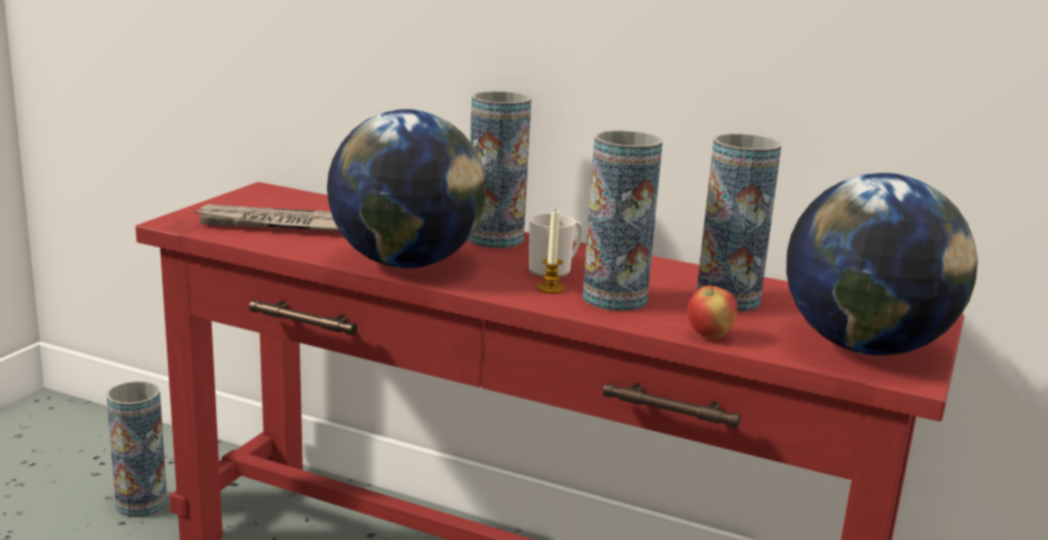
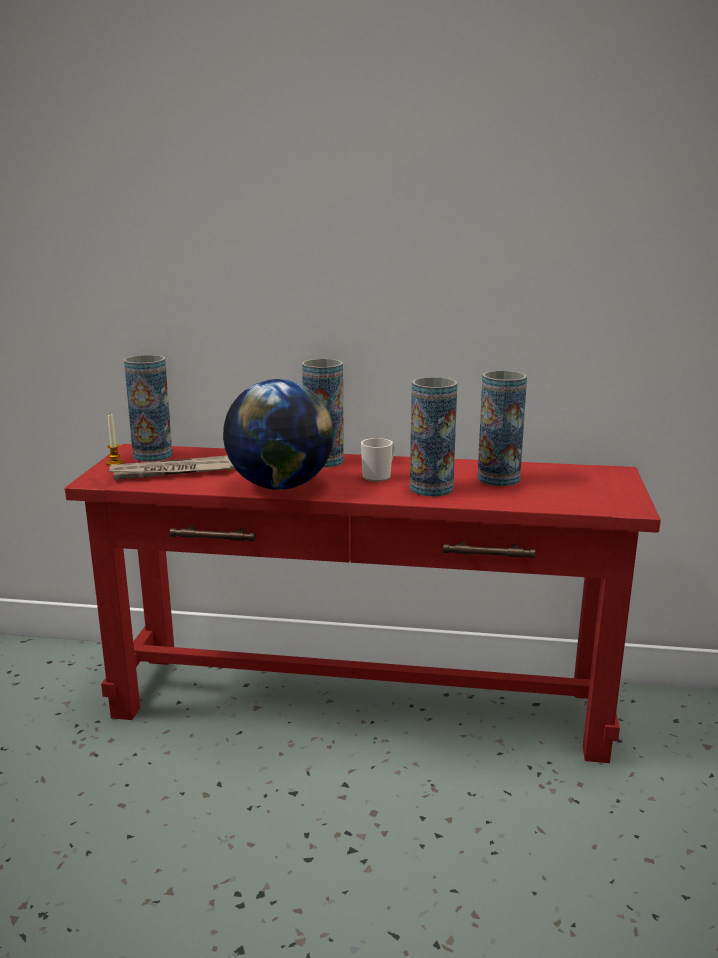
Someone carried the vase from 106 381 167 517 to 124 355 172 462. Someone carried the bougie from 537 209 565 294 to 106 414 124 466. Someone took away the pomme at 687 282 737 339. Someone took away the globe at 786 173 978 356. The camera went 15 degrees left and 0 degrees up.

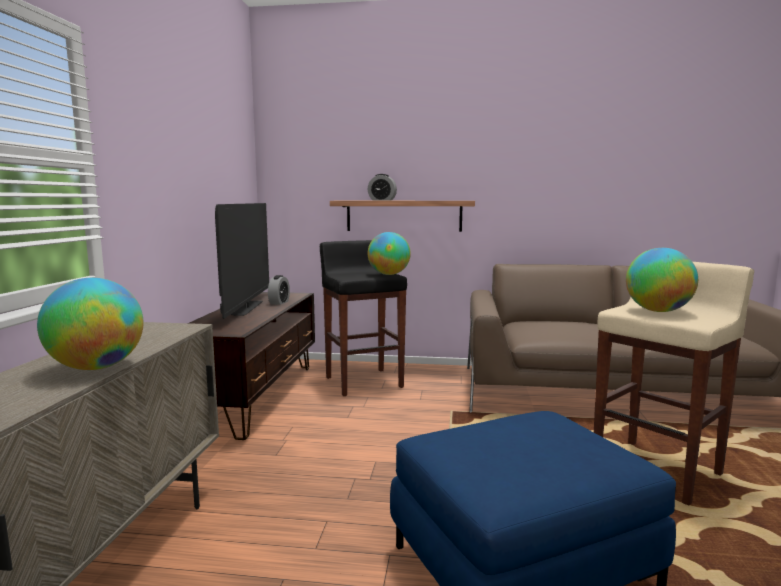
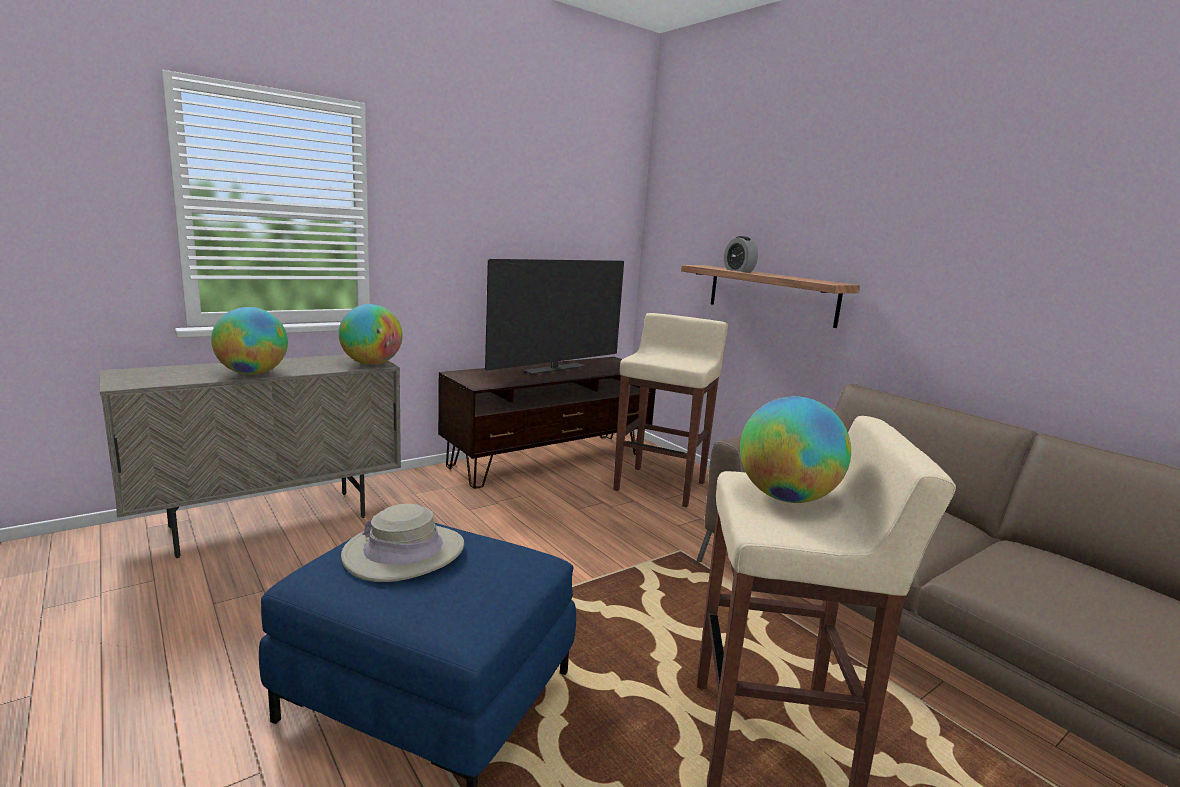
Someone took away the réveil at 268 275 290 305. Someone repainted the tabouret/noir at 320 240 407 396, which became the tabouret/beige at 613 313 728 507. Someone carried the globe from 368 232 411 275 to 339 304 403 365. Someone put down the chapeau/beige at 341 504 464 582. The camera went 45 degrees right and 5 degrees up.

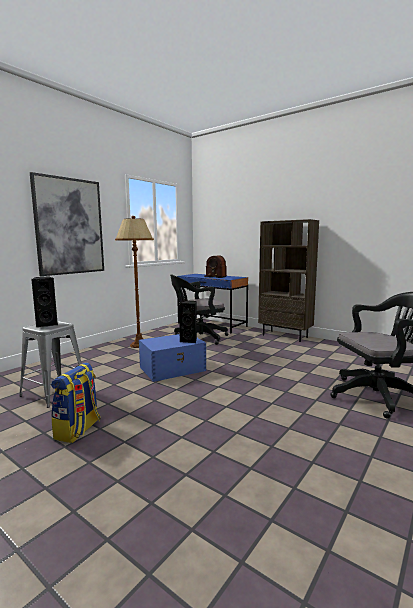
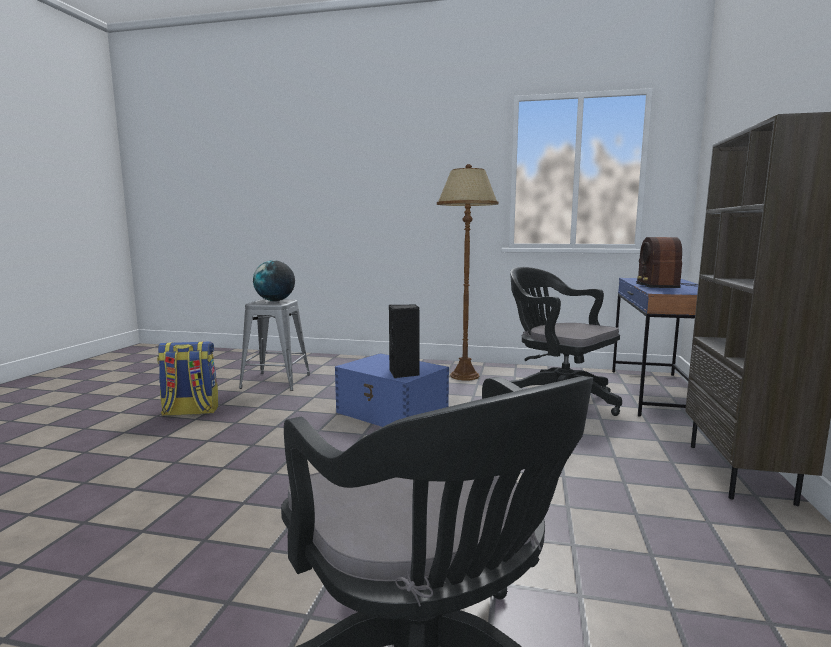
Someone took away the tableau at 30 172 104 276. Someone swapped the enceinte/noir at 31 276 58 327 for the globe at 253 260 295 301. The camera went 65 degrees right and 0 degrees up.

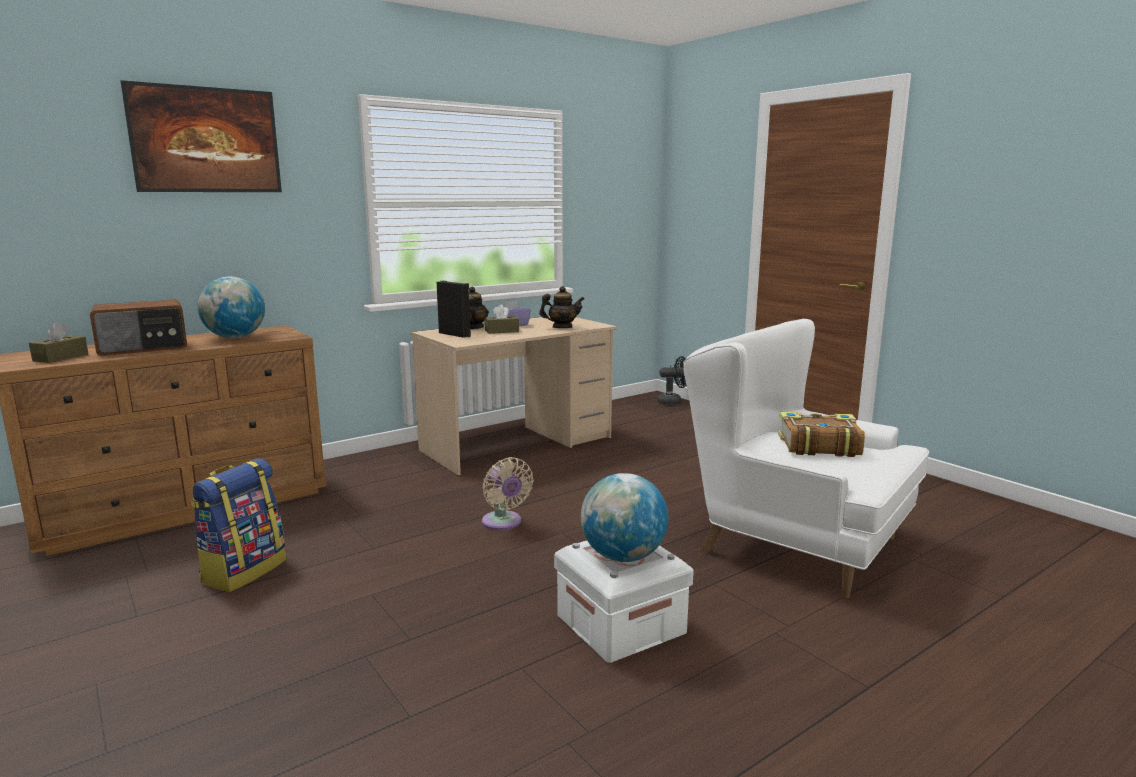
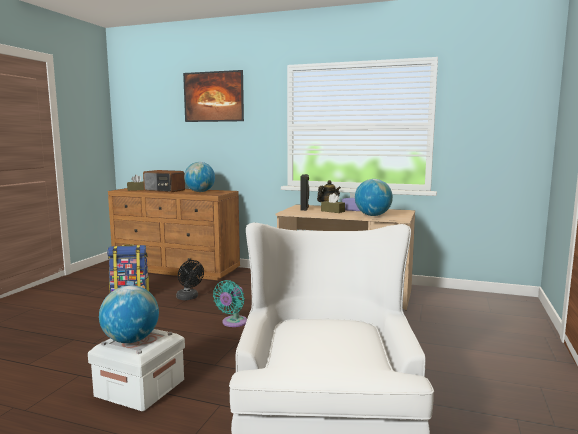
Someone repainted the ventilateur/beige at 482 457 534 530, which became the ventilateur/turquoise at 213 280 247 327. Someone swapped the théière at 539 286 584 328 for the globe at 355 179 393 216. Someone carried the ventilateur/noir from 657 356 686 405 to 176 260 204 300. Someone took away the livre at 778 412 865 457. The camera went 55 degrees right and 5 degrees down.

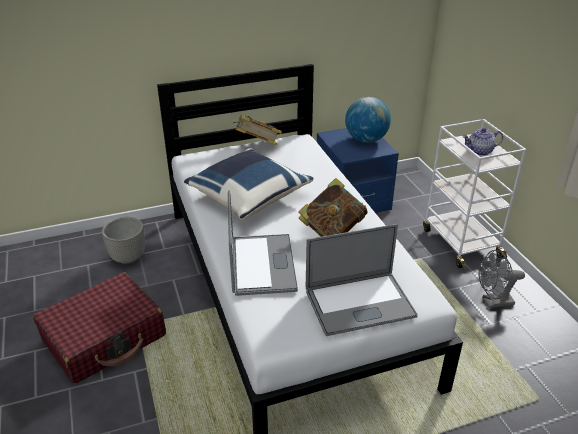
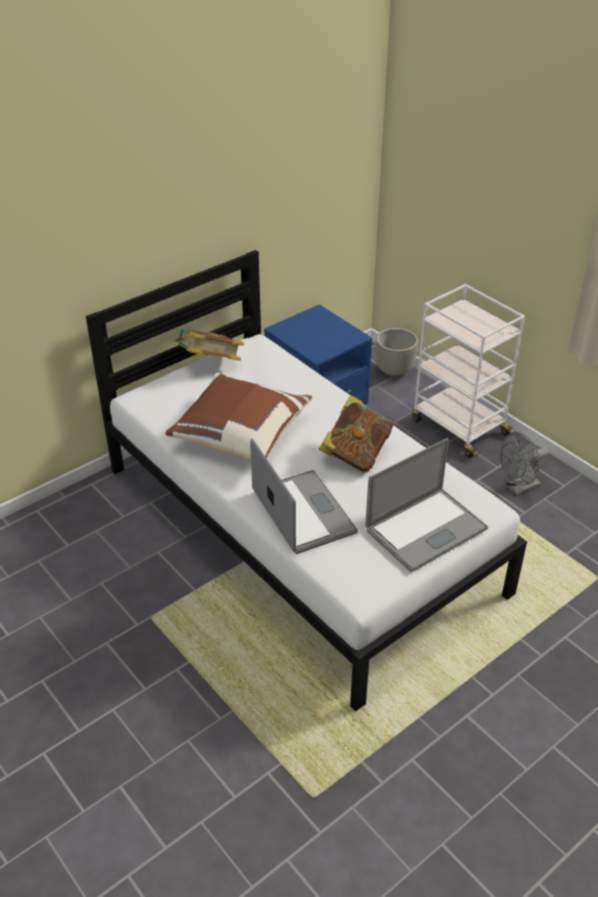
Someone took away the valise/rouge at 33 272 166 384. Someone carried the cache-pot/gris from 102 217 145 264 to 376 328 418 377. Someone repainted the coussin/bleu at 184 148 314 220, which became the coussin/marron at 165 373 312 460. Someone took away the globe at 345 97 391 143. Someone took away the théière at 463 128 503 156. The camera went 20 degrees left and 5 degrees up.

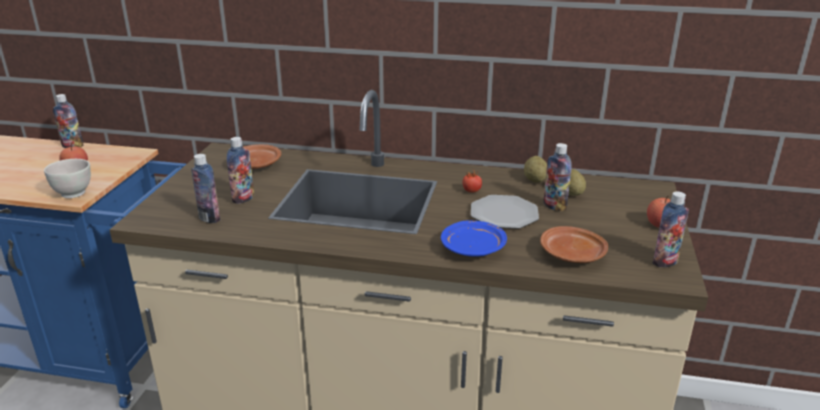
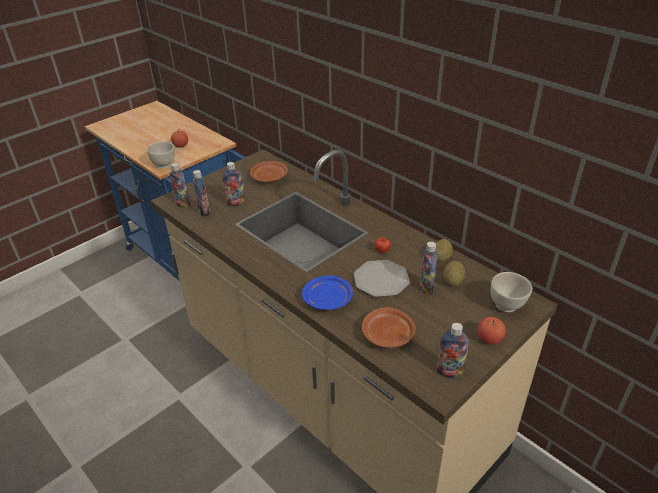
Someone carried the bouteille from 53 94 83 148 to 169 163 190 208. Someone put down the bol/blanc at 491 272 532 312. The camera went 35 degrees right and 10 degrees up.

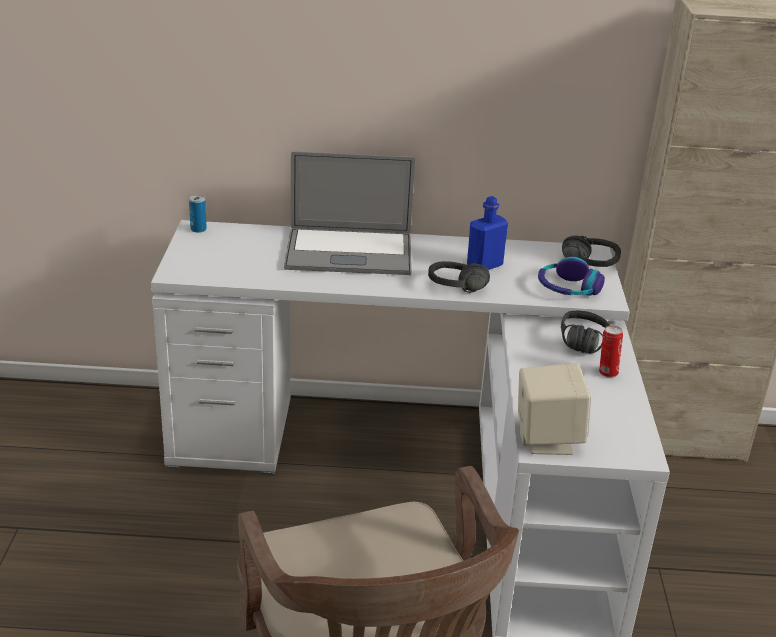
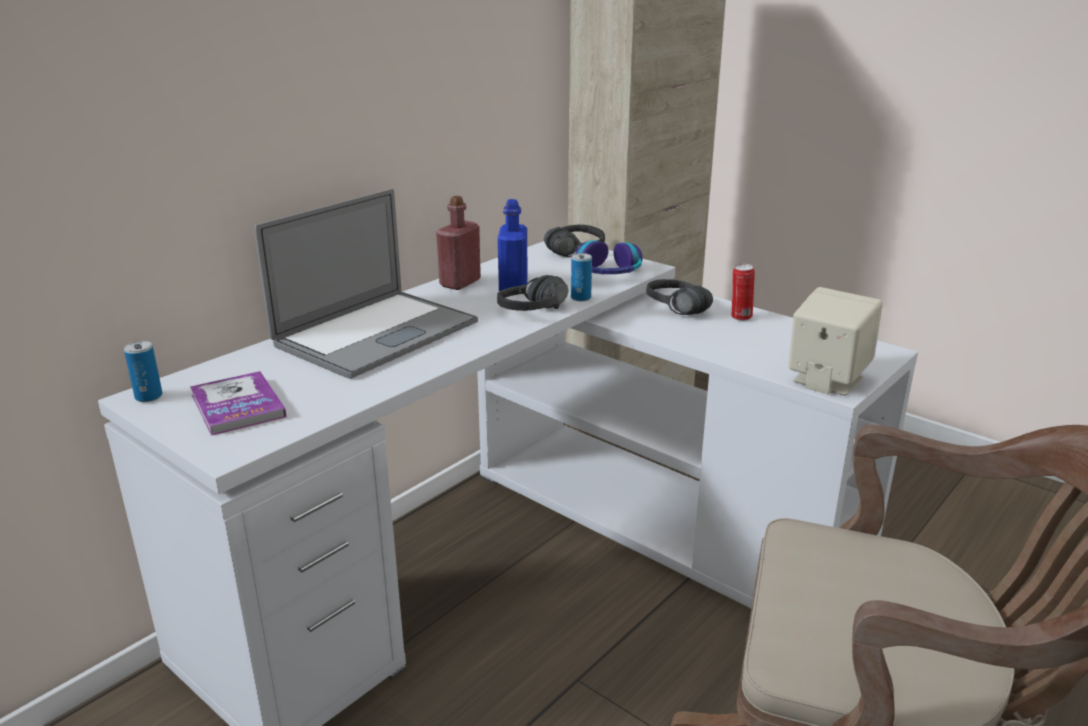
Someone put down the livre at 190 371 286 436. Someone put down the bouteille/rouge at 436 196 481 290. Someone put down the boîte métallique at 571 253 592 301. The camera went 50 degrees left and 5 degrees down.

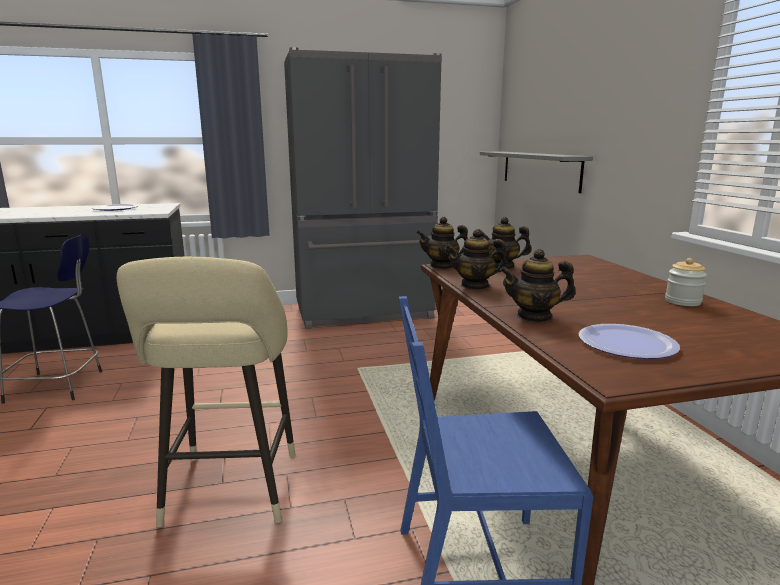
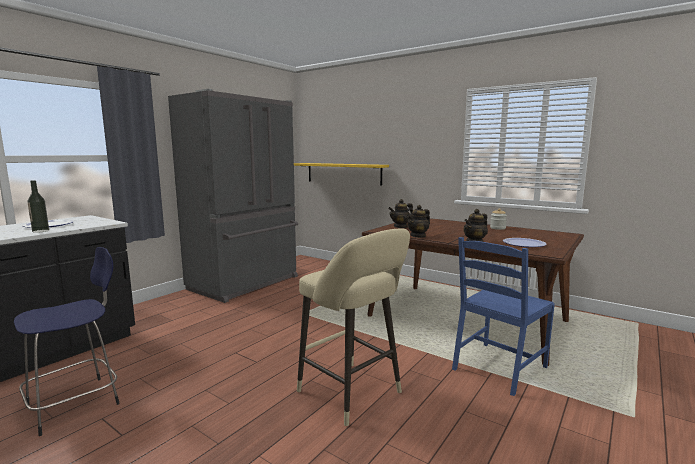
Someone took away the théière at 416 217 468 269. Someone repainted the étagère/gris at 480 152 593 193, which became the étagère/jaune at 294 163 389 186. Someone put down the bouteille at 27 180 49 233. The camera went 40 degrees left and 5 degrees down.

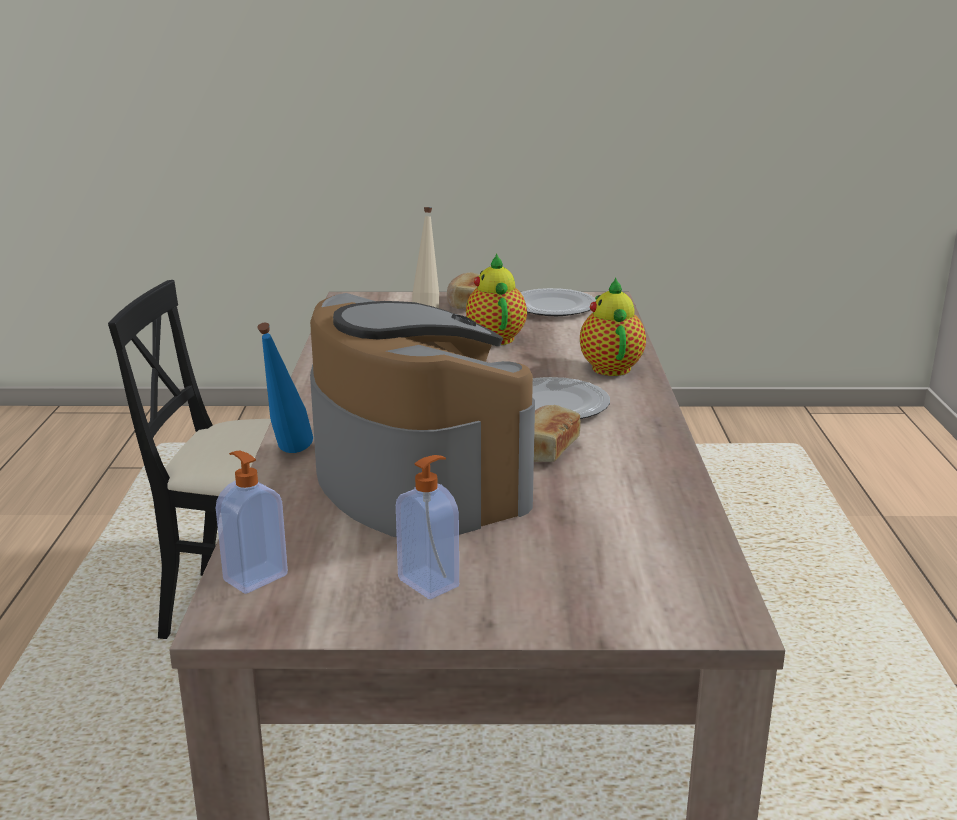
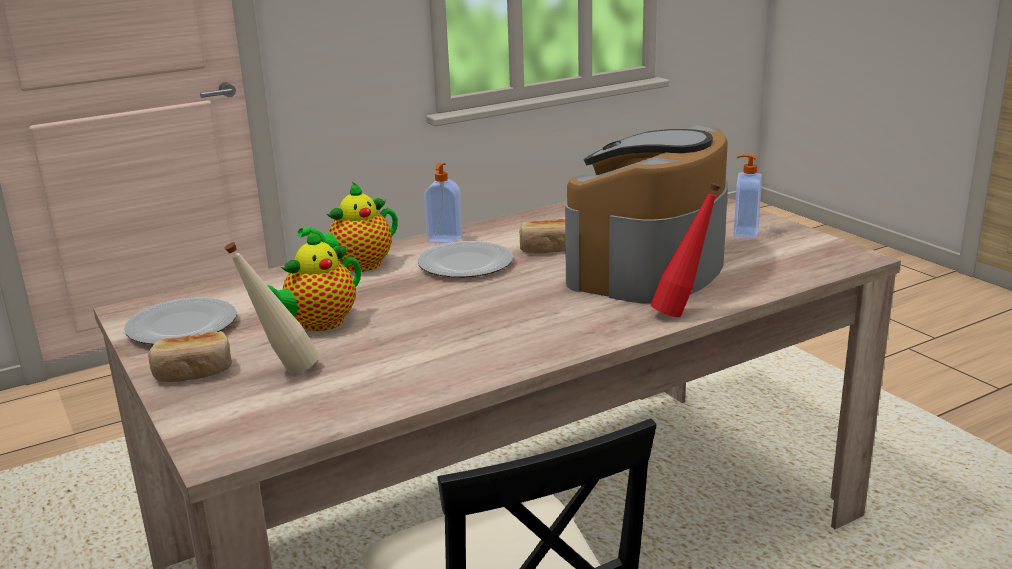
Someone carried the distributeur de savon from 216 451 288 594 to 424 163 463 243. Someone repainted the bouteille/bleu at 257 323 313 453, which became the bouteille/rouge at 651 183 721 317. The camera went 120 degrees left and 0 degrees up.

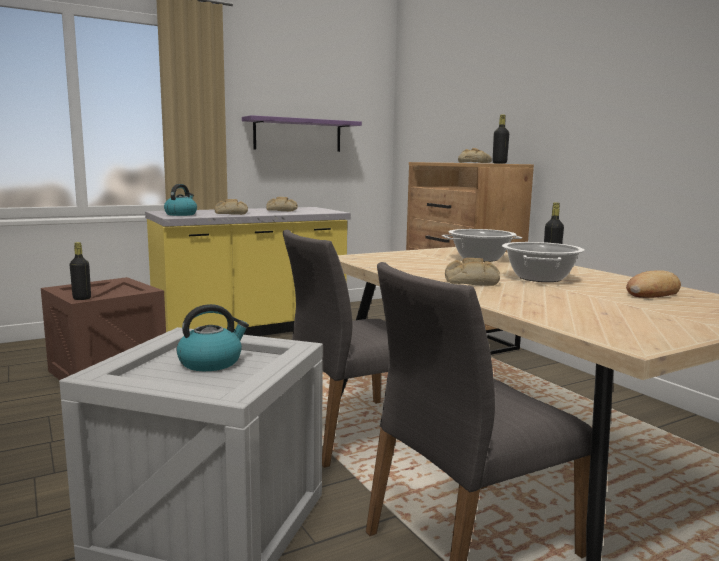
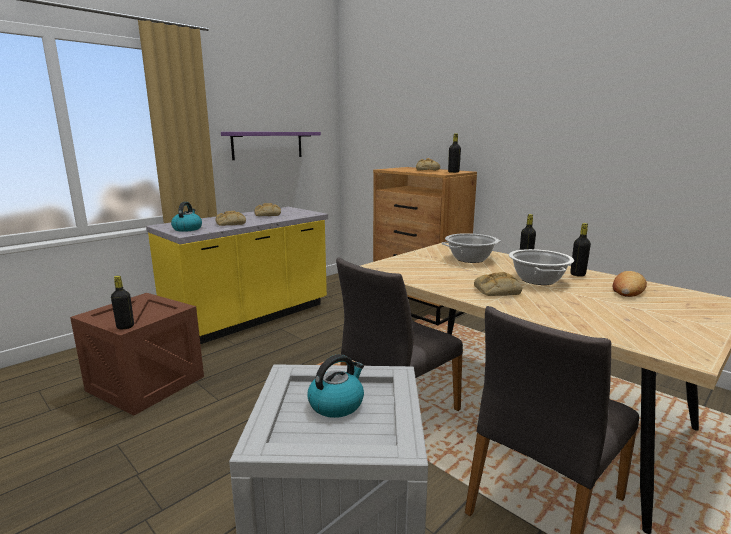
Someone put down the bouteille/noir at 570 223 591 277. The camera went 15 degrees left and 5 degrees up.

